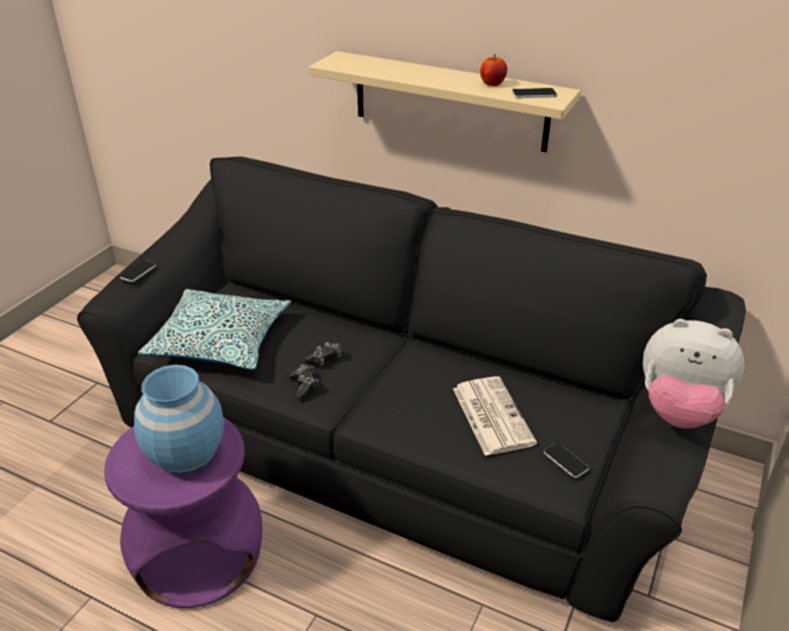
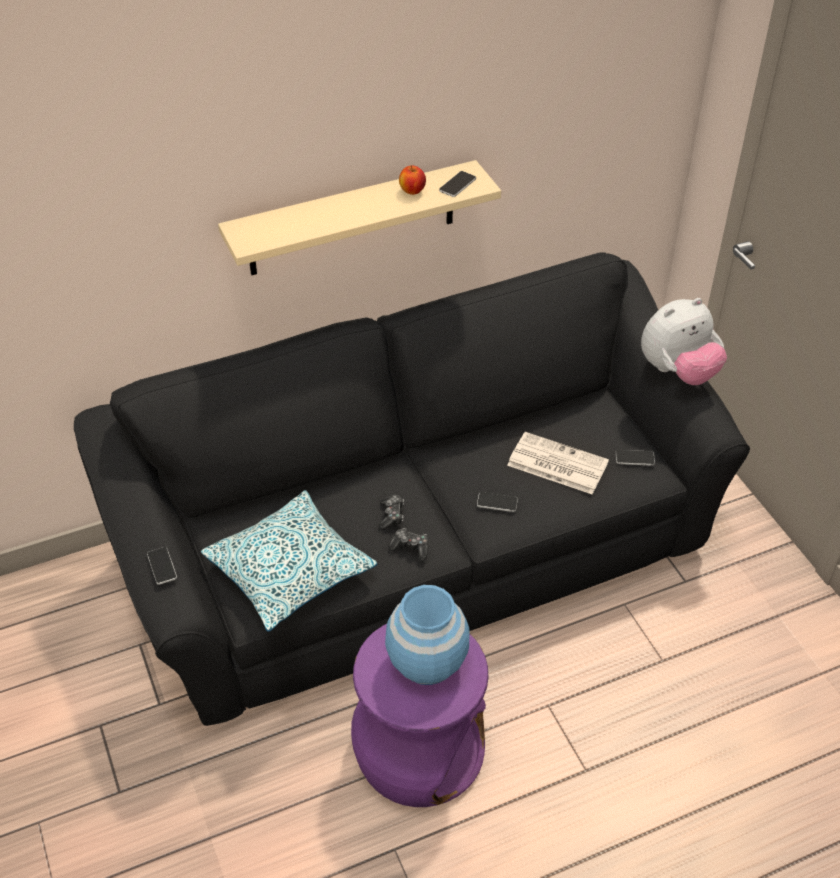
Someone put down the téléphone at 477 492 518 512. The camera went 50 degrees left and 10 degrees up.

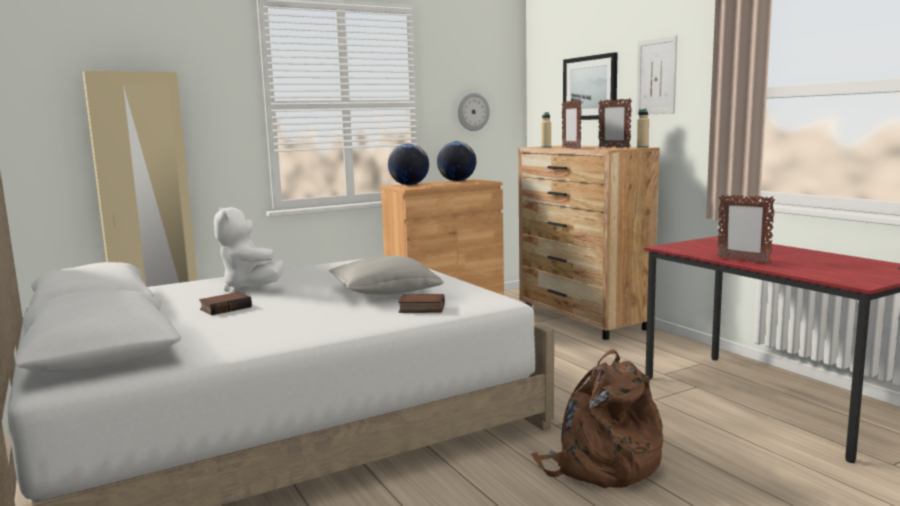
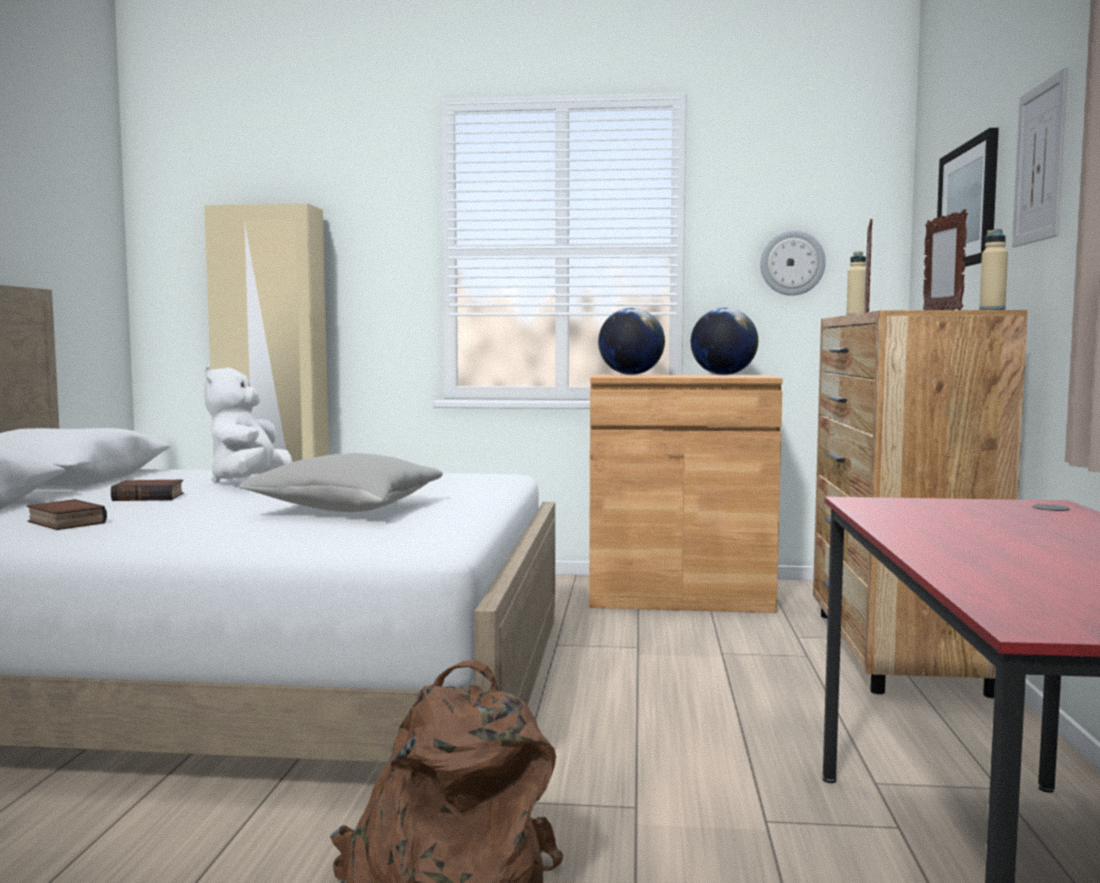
Someone carried the livre from 398 294 445 313 to 27 499 107 530. Someone took away the cadre photo at 718 195 775 264. The camera went 35 degrees right and 5 degrees down.

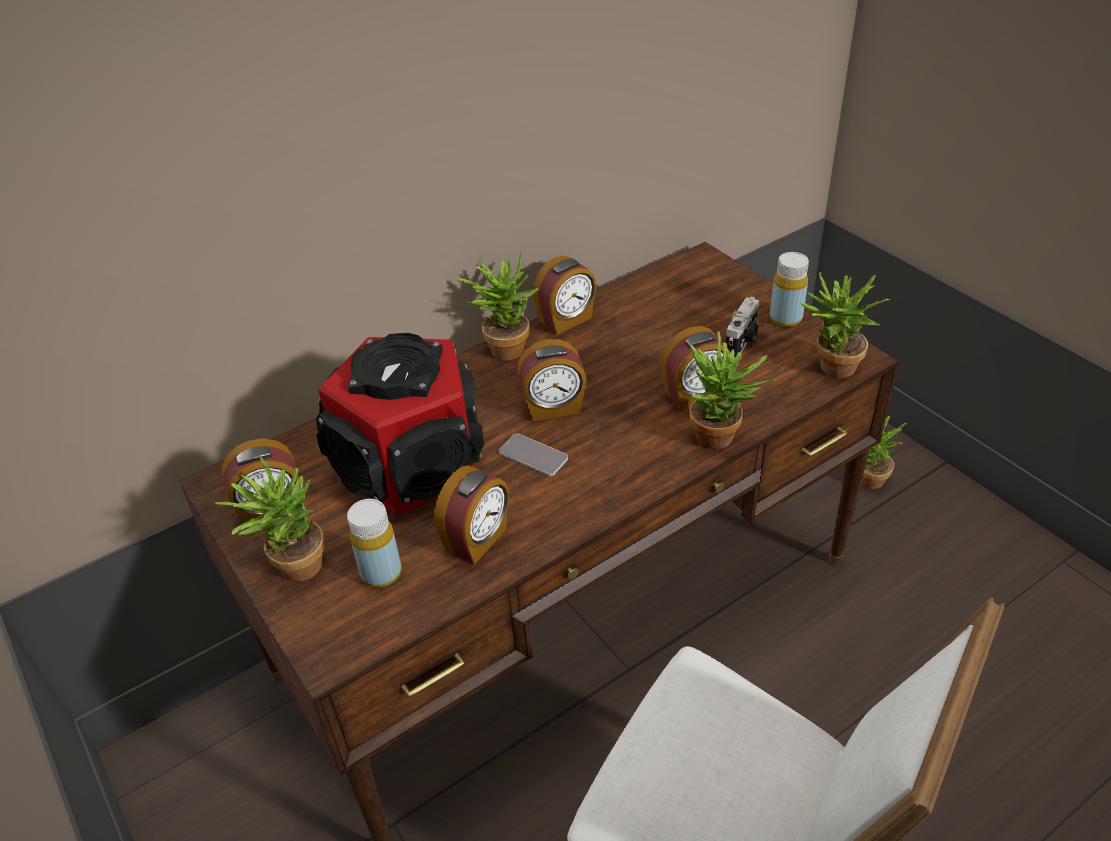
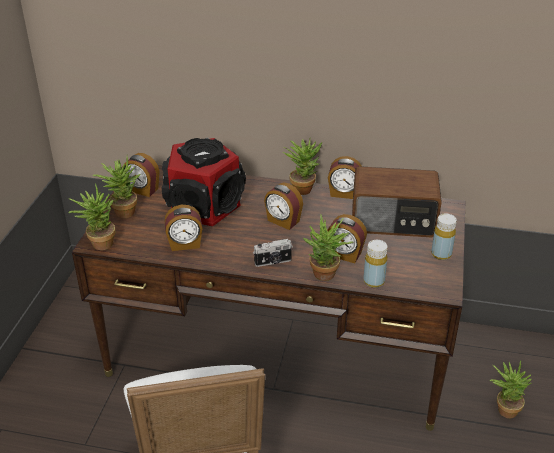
Someone carried the bouteille/jaune from 347 499 402 587 to 363 240 388 288. Someone took away the téléphone at 499 434 568 476. Someone carried the appareil photo from 726 297 759 358 to 253 239 293 267. Someone carried the plante en pot from 800 272 890 378 to 68 183 115 250. Someone put down the radio at 352 166 442 238. The camera went 45 degrees right and 5 degrees down.

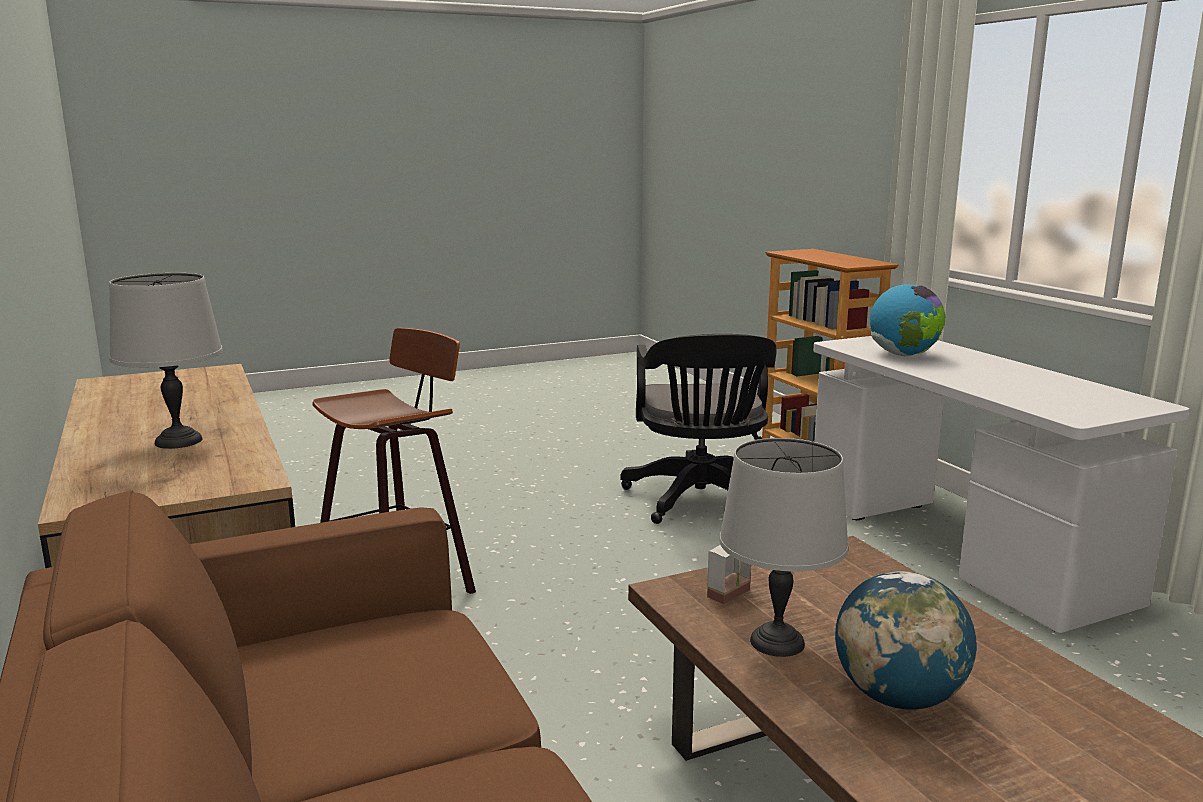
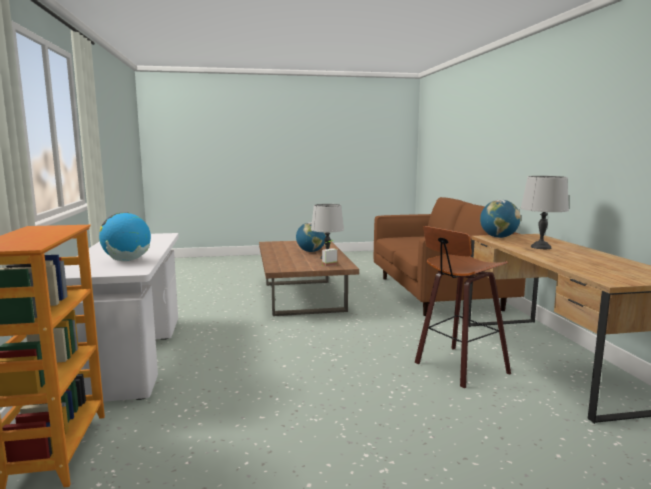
Someone took away the chaise de bureau/noir at 620 334 777 524. Someone put down the globe at 480 200 521 238. The camera went 165 degrees left and 5 degrees down.

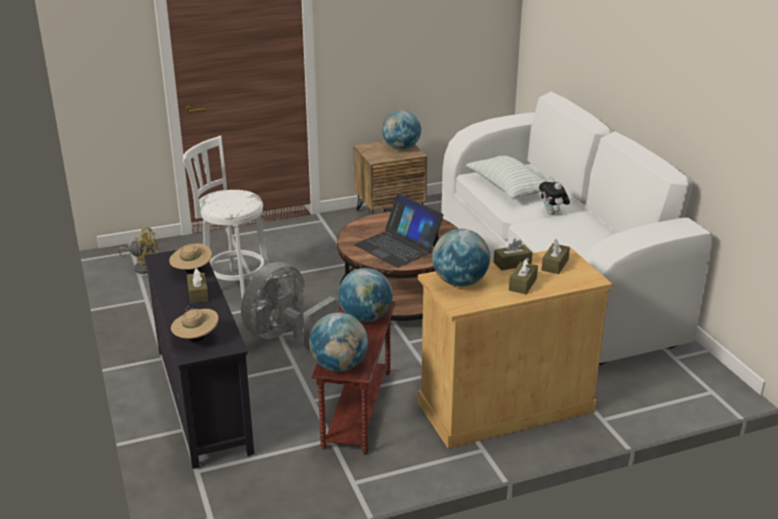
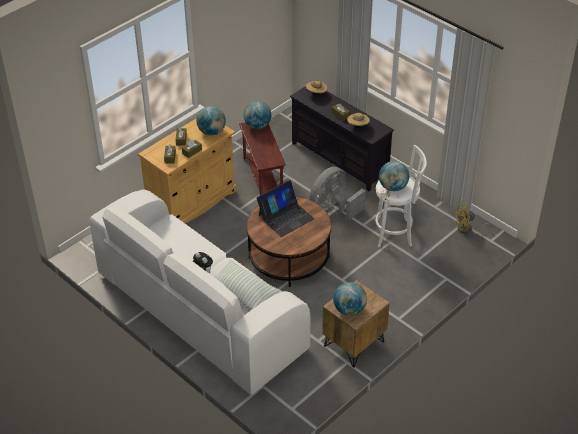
Someone rotated the ventilateur/gris at 241 262 337 351 by 150 degrees counterclockwise. Someone carried the globe from 338 268 393 322 to 379 161 409 191. Someone rotated the ordinateur portable at 354 194 444 268 by 120 degrees clockwise. The camera went 155 degrees right and 15 degrees up.

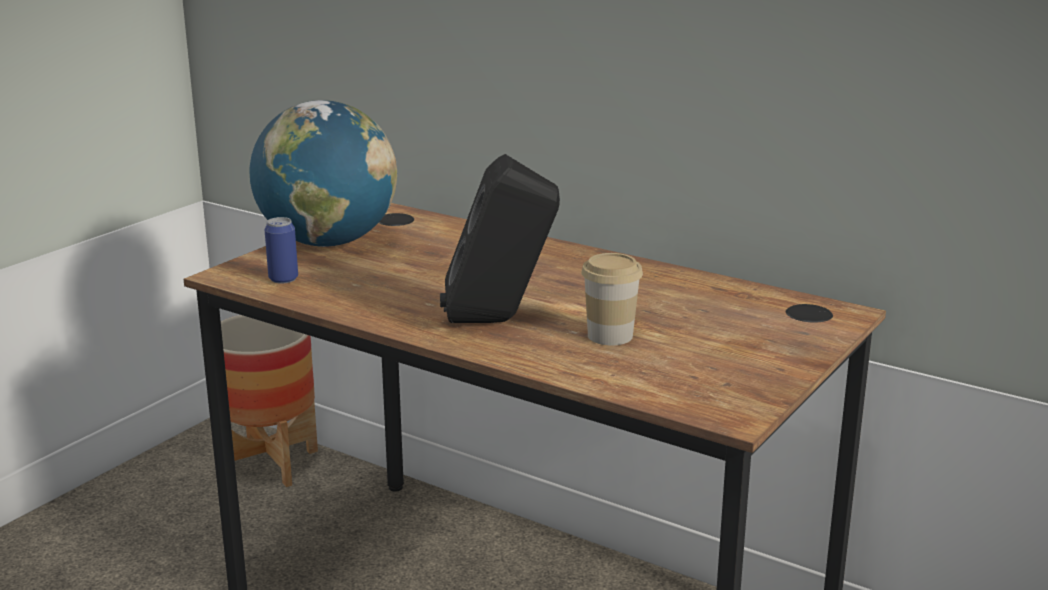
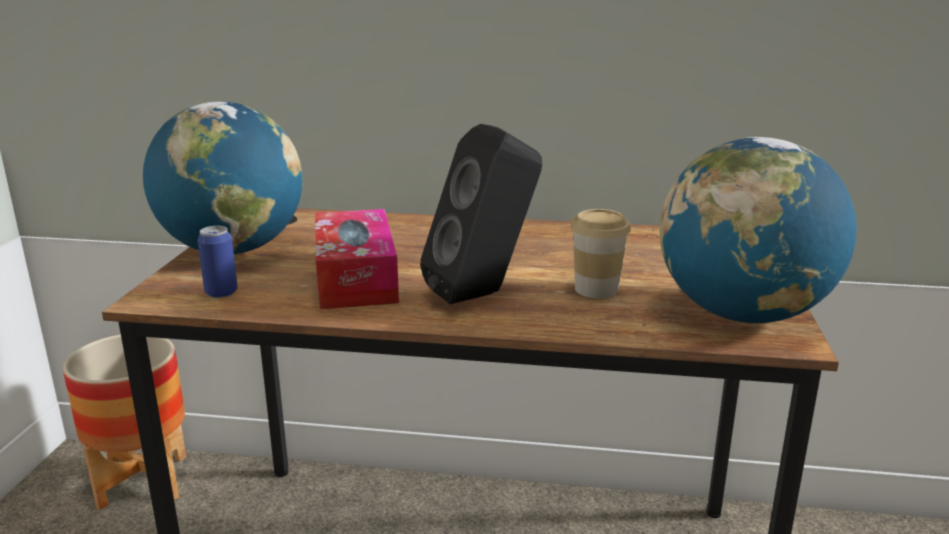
Someone put down the boîte à mouchoirs at 315 209 399 309. Someone put down the globe at 660 137 857 323. The camera went 25 degrees left and 0 degrees up.

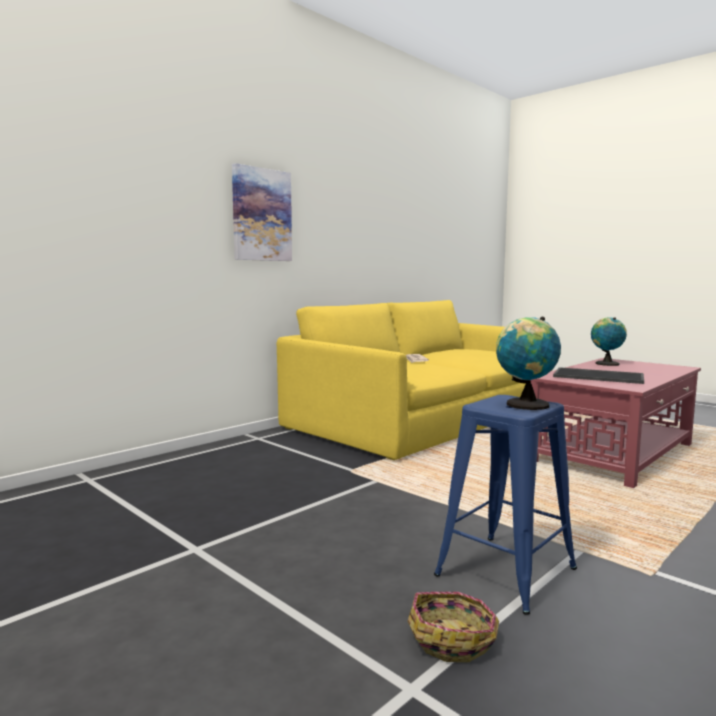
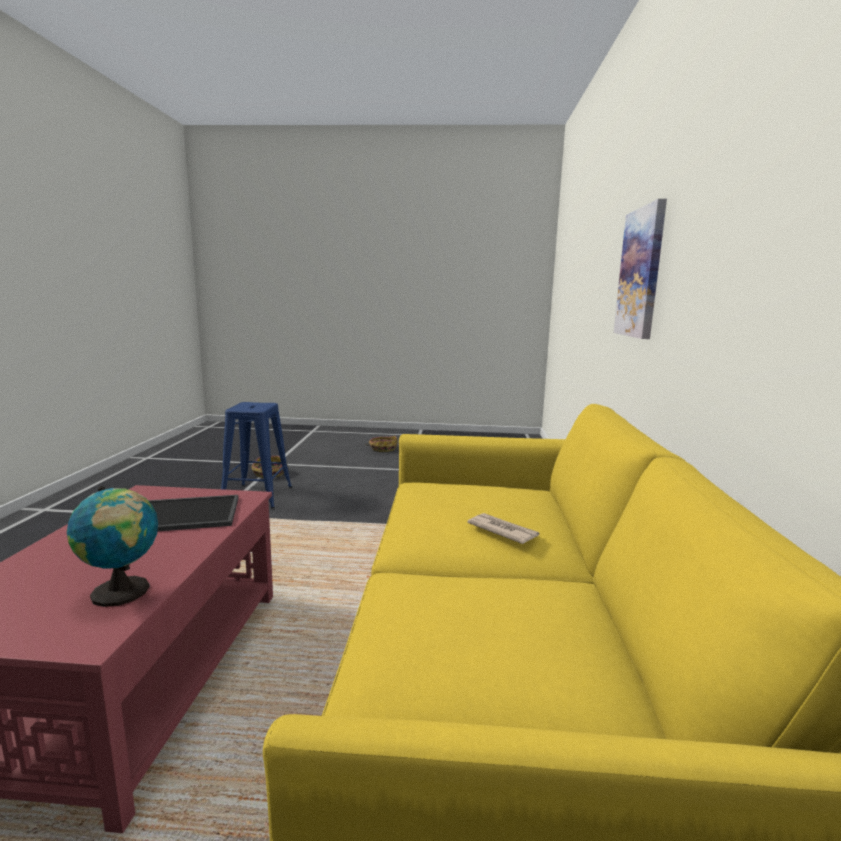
Someone took away the globe at 496 317 561 410. Someone put down the panier at 365 436 398 452. The camera went 140 degrees right and 5 degrees up.

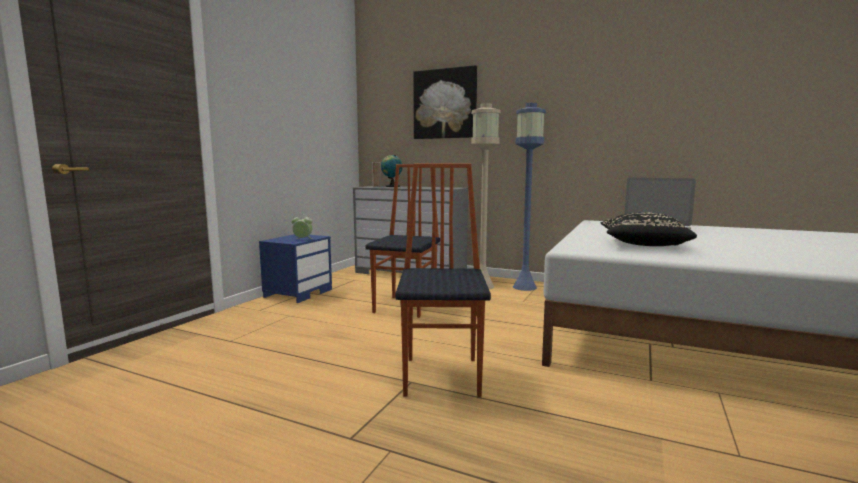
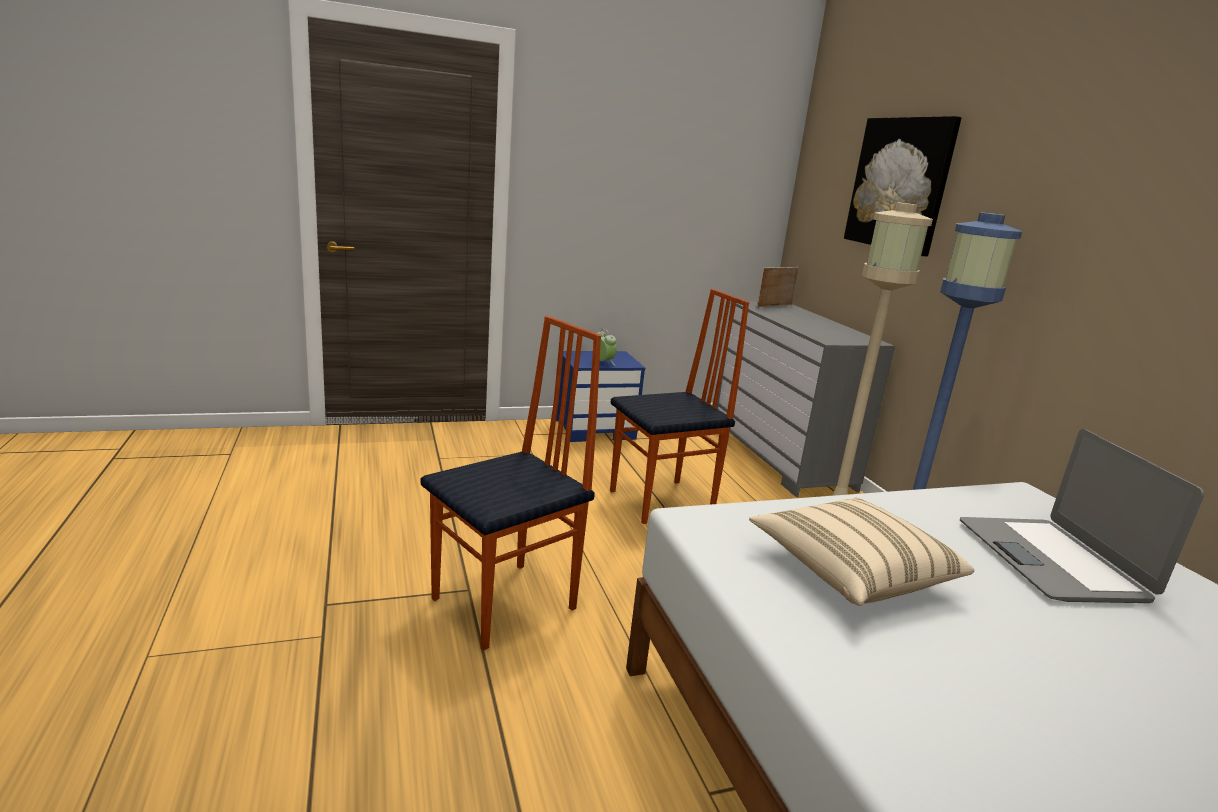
Someone took away the globe at 381 155 403 187. Someone repainted the coussin/noir at 601 212 697 246, which became the coussin/beige at 749 498 975 606. The camera went 45 degrees right and 10 degrees up.

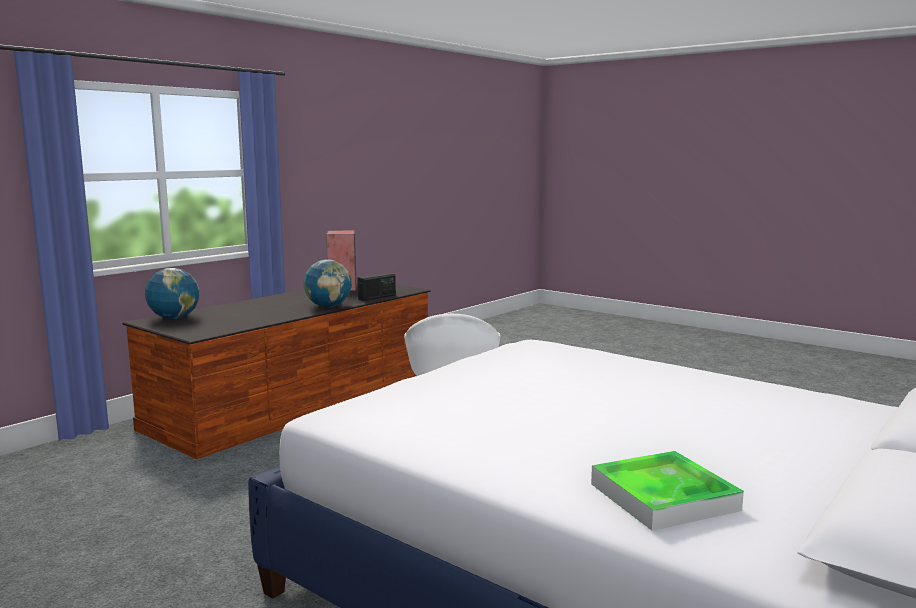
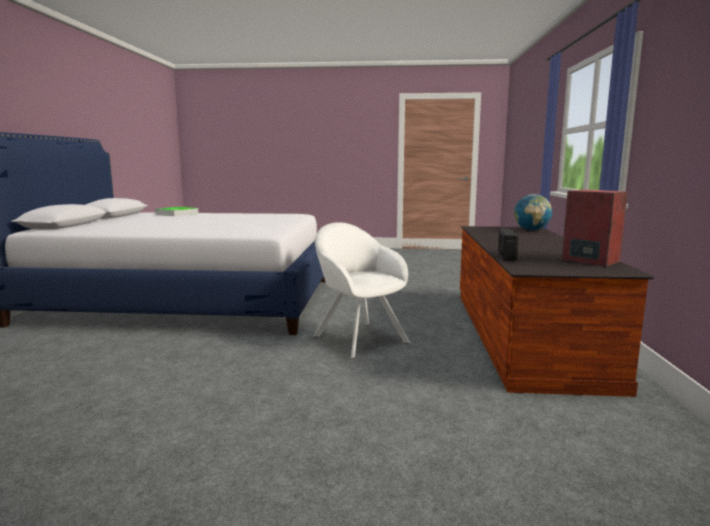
Someone took away the globe at 303 260 352 307. The camera went 145 degrees right and 0 degrees up.

